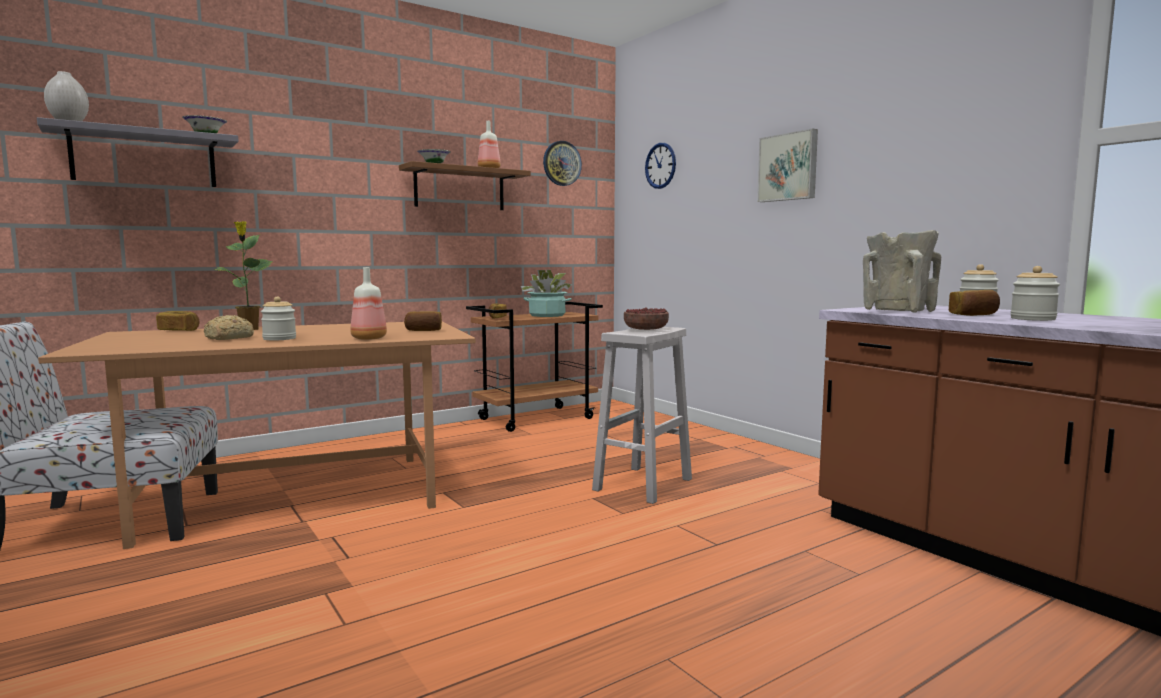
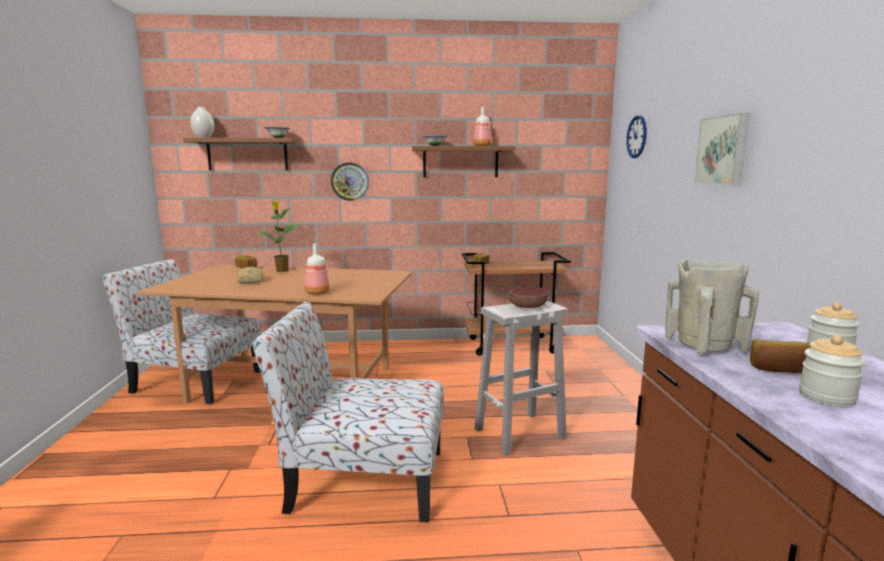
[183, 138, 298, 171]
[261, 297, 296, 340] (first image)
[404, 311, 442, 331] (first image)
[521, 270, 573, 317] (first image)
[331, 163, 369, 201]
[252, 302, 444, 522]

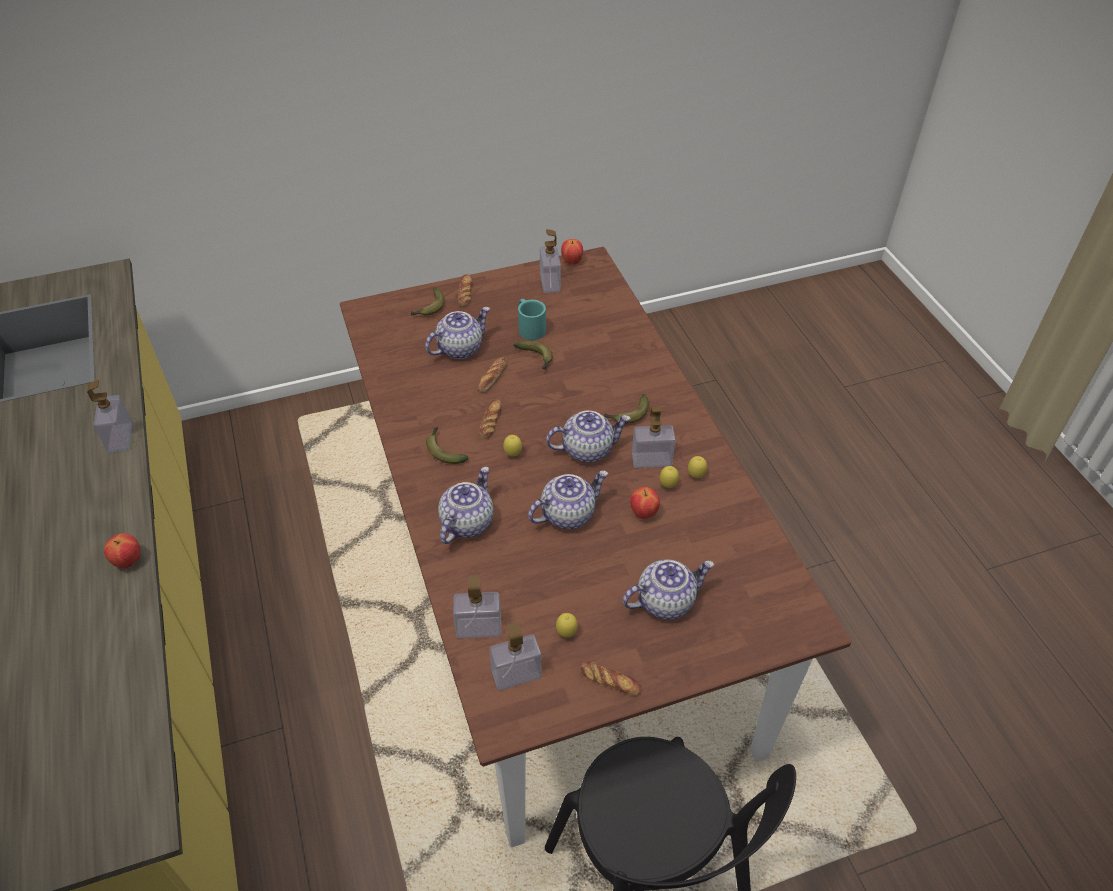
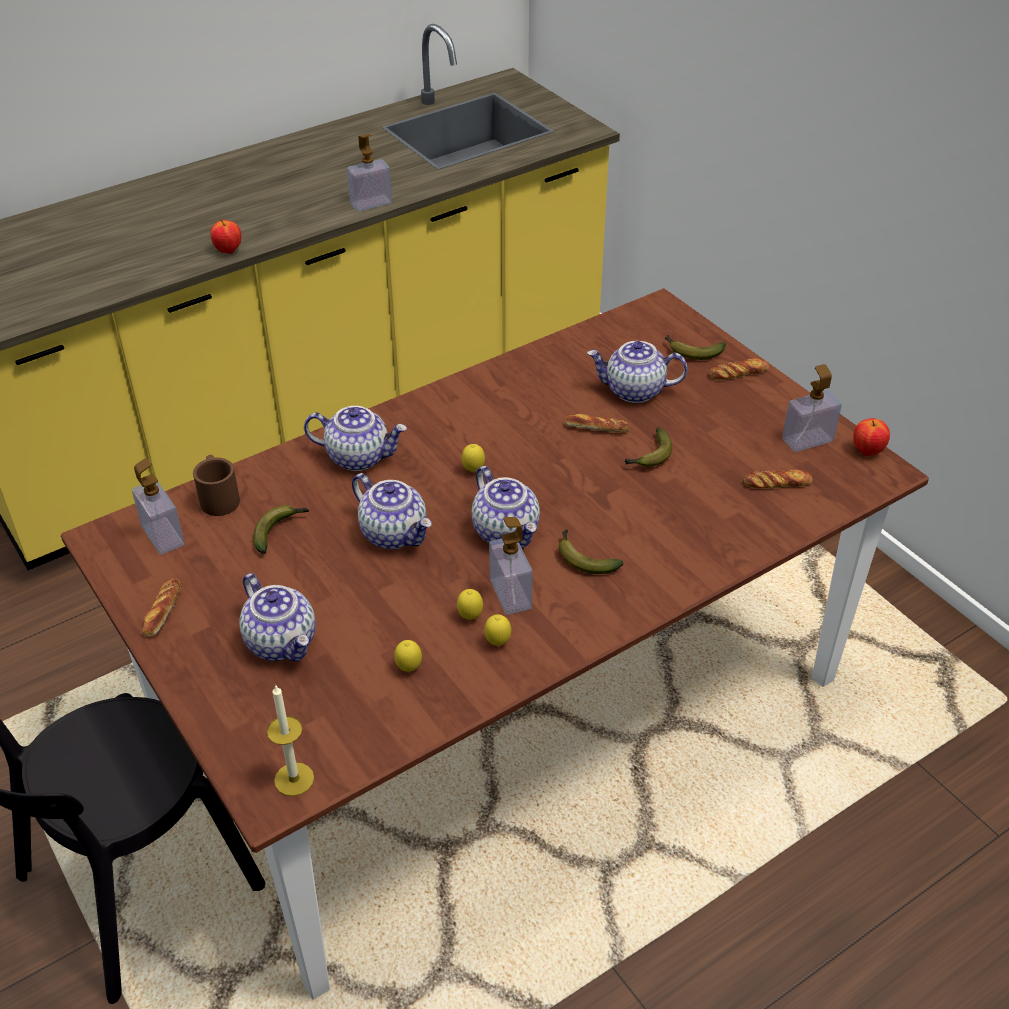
[587, 341, 688, 403]
[253, 505, 309, 554]
[193, 455, 240, 516]
[744, 469, 812, 489]
[518, 299, 546, 340] (first image)
[394, 640, 422, 672]
[630, 487, 660, 519] (first image)
[267, 686, 314, 796]

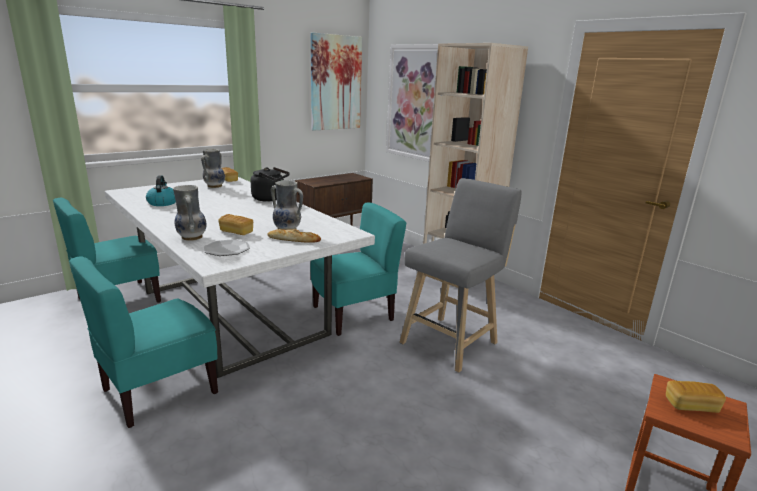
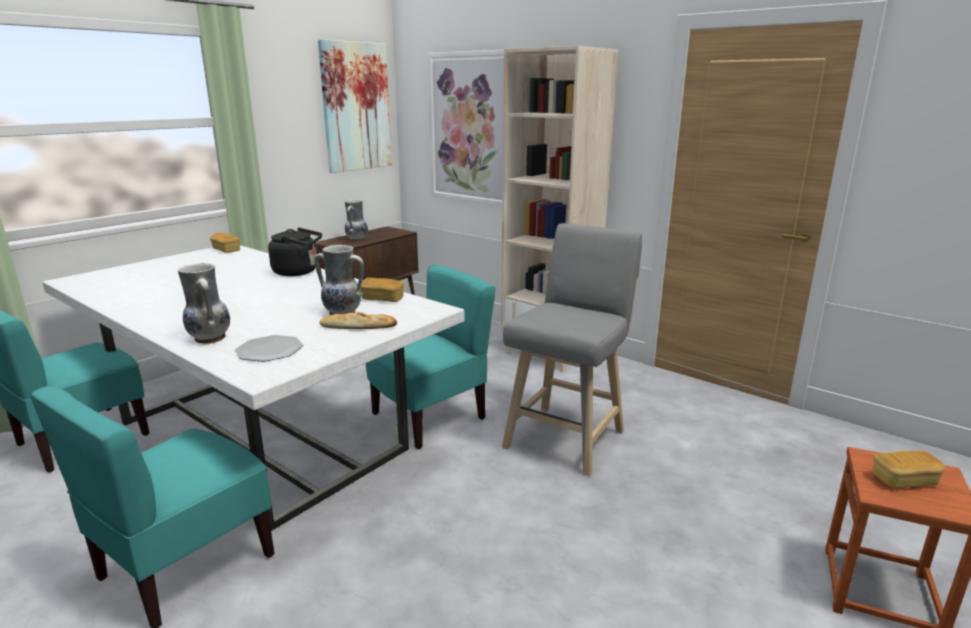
[146, 175, 176, 206] (first image)
[345, 199, 368, 242]
[360, 277, 404, 302]

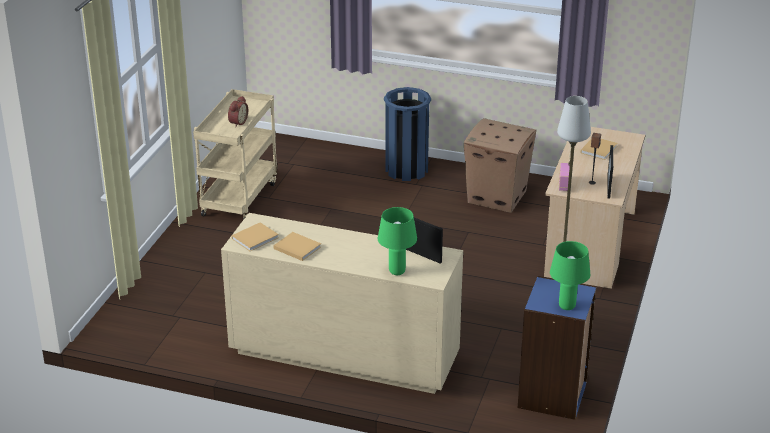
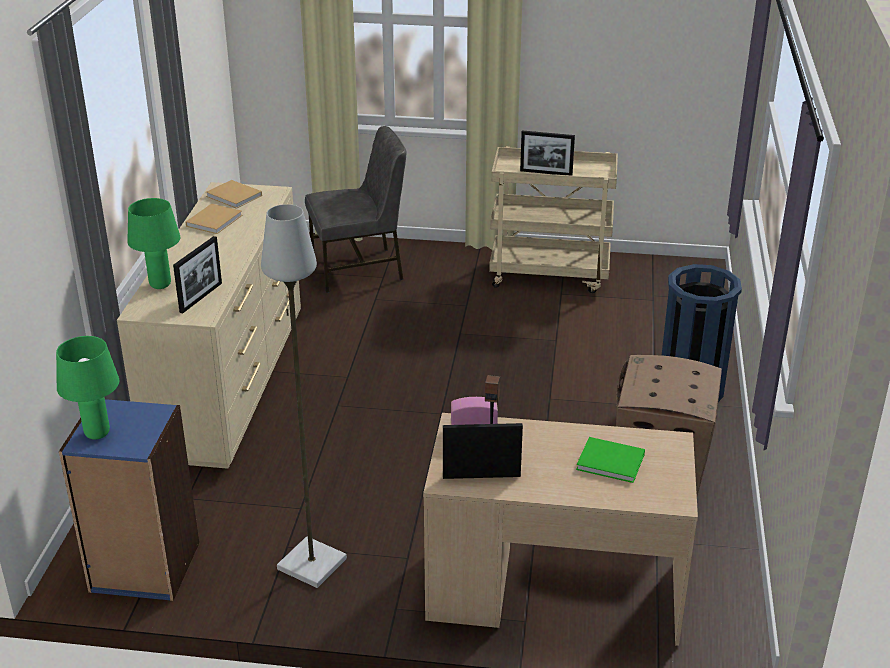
[520, 131, 575, 176]
[576, 437, 645, 483]
[305, 126, 406, 293]

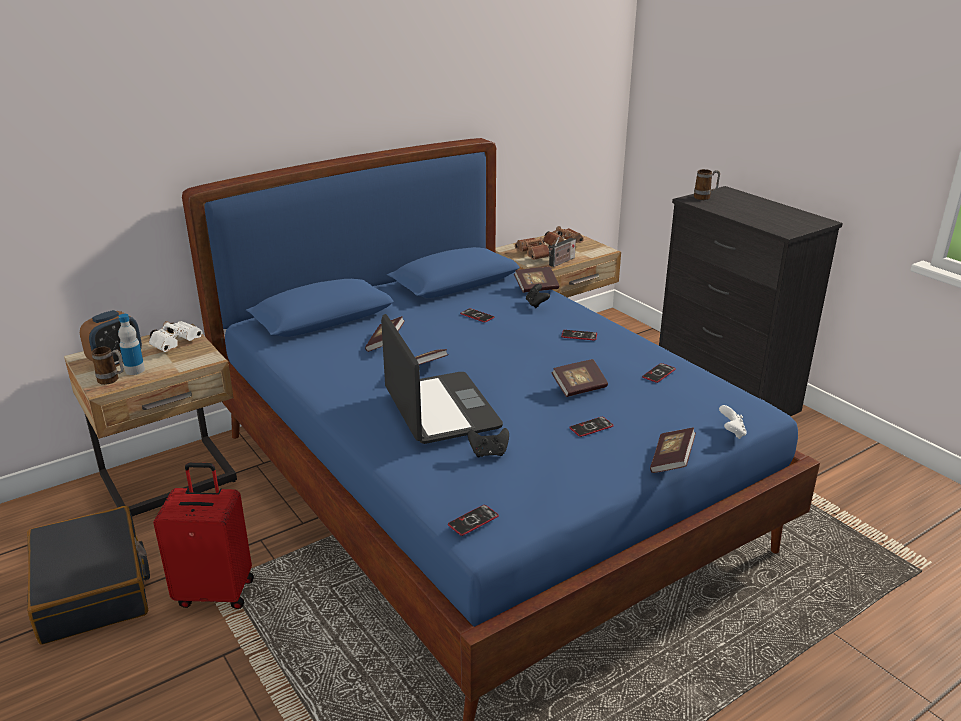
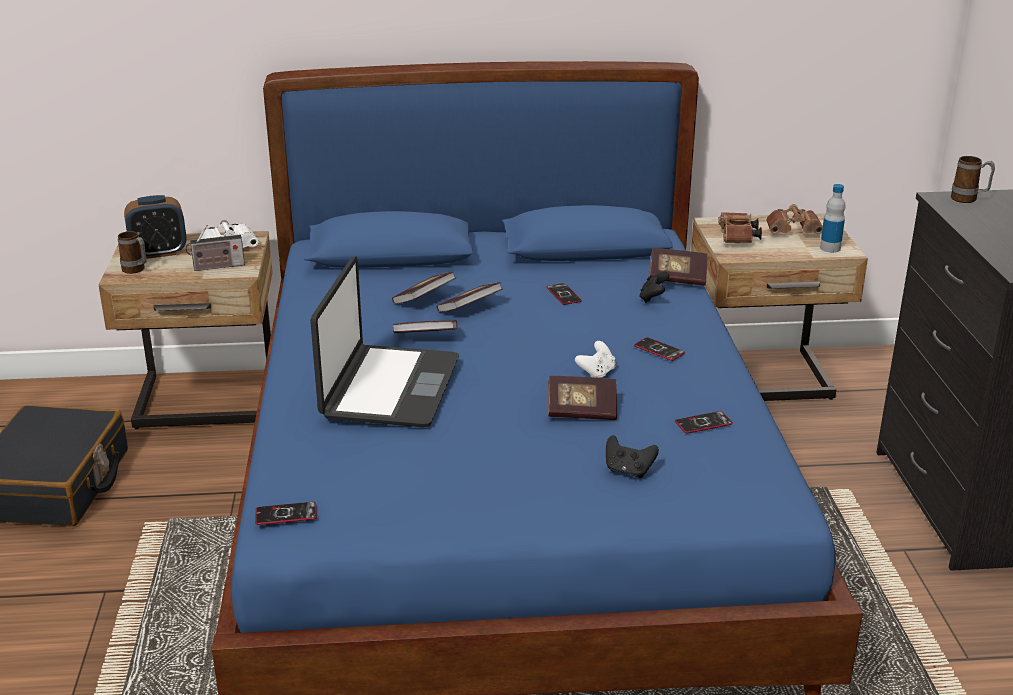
[820, 184, 845, 253]
[153, 463, 254, 609] (first image)
[606, 435, 659, 478]
[185, 225, 245, 271]
[569, 417, 614, 437] (first image)
[437, 282, 503, 312]
[575, 341, 615, 378]

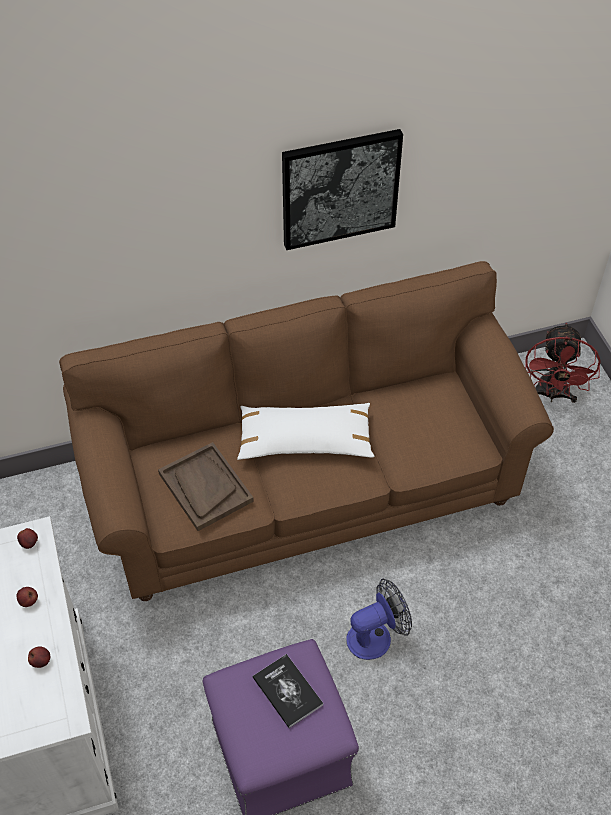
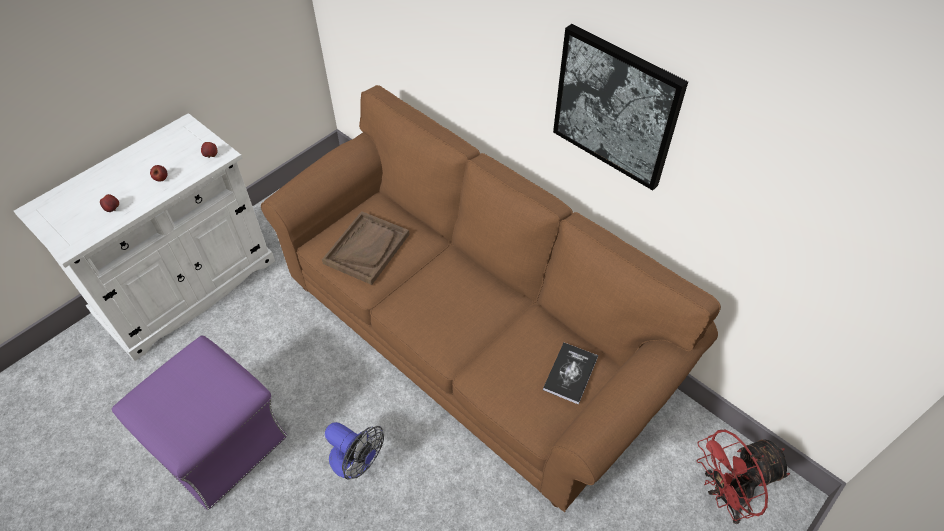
[237, 403, 375, 460] (first image)
[543, 343, 598, 405]

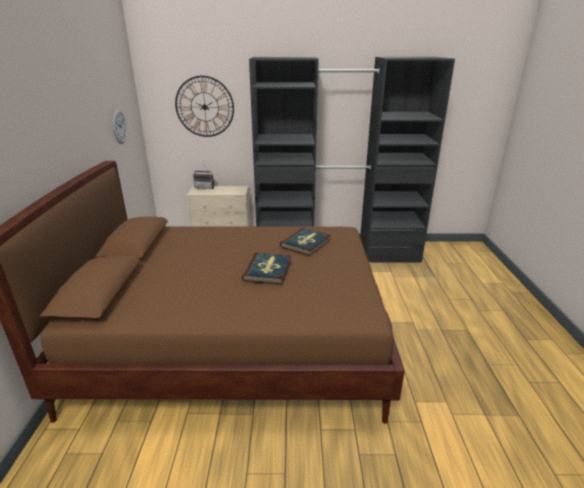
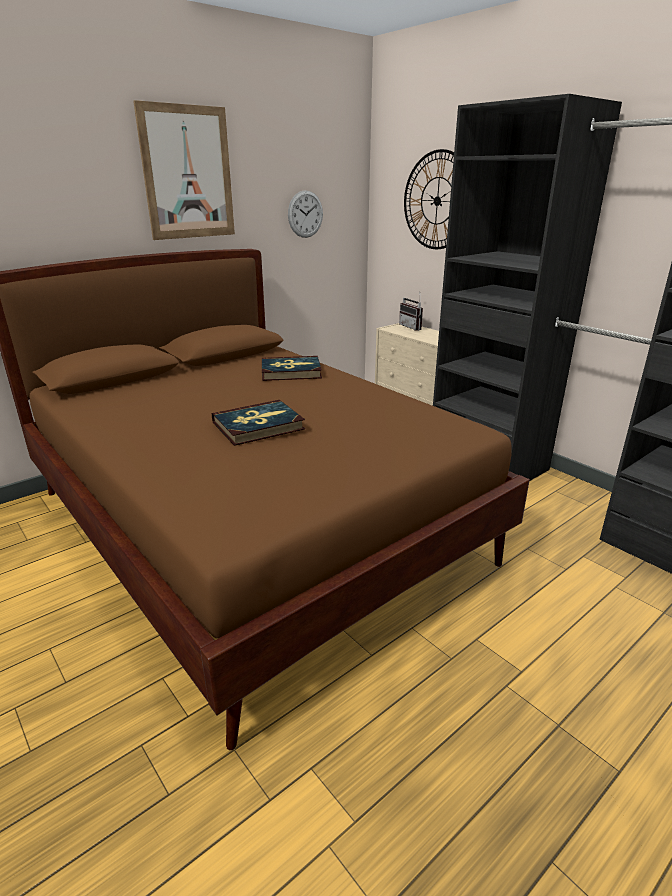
[262, 356, 322, 381]
[133, 100, 235, 240]

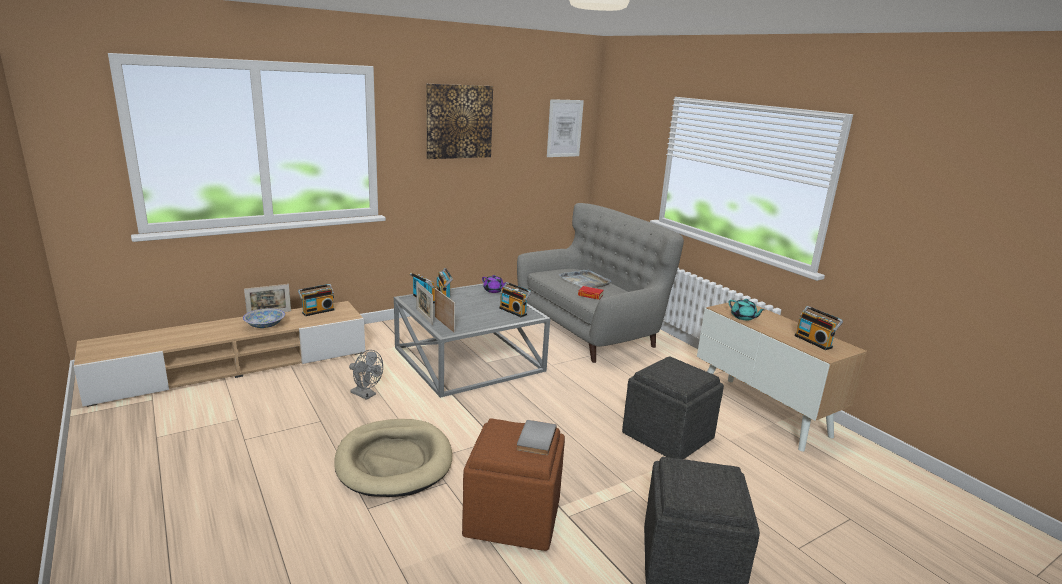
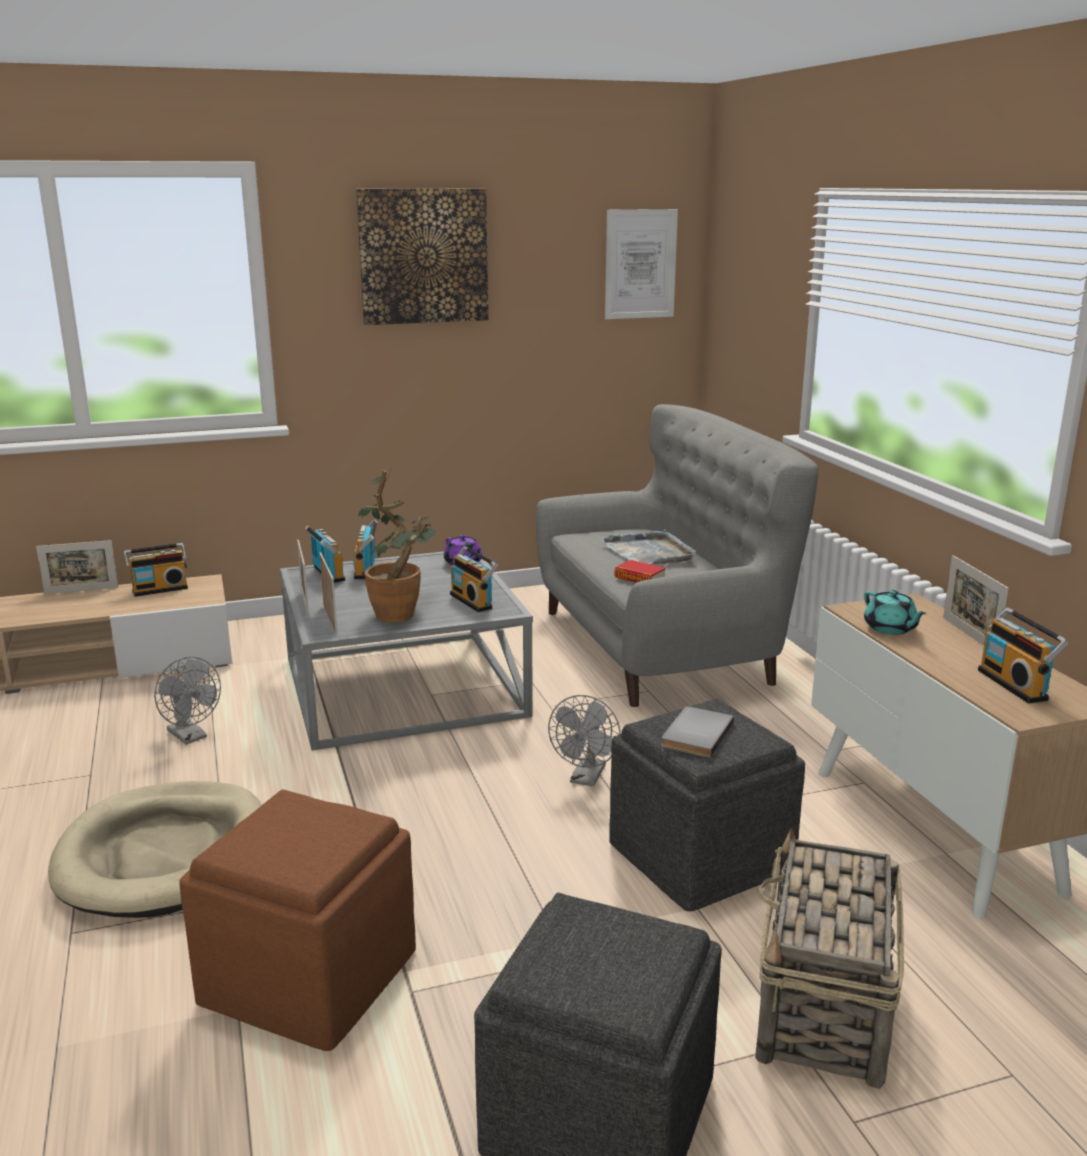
[243, 308, 285, 328] (first image)
[661, 706, 734, 758]
[358, 468, 436, 623]
[548, 695, 621, 787]
[755, 828, 904, 1089]
[943, 555, 1009, 646]

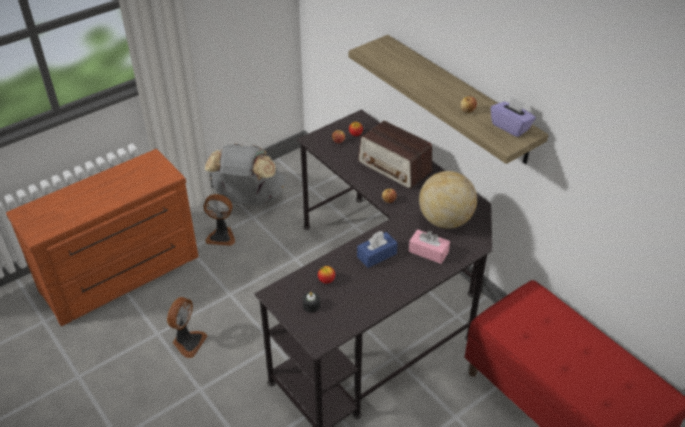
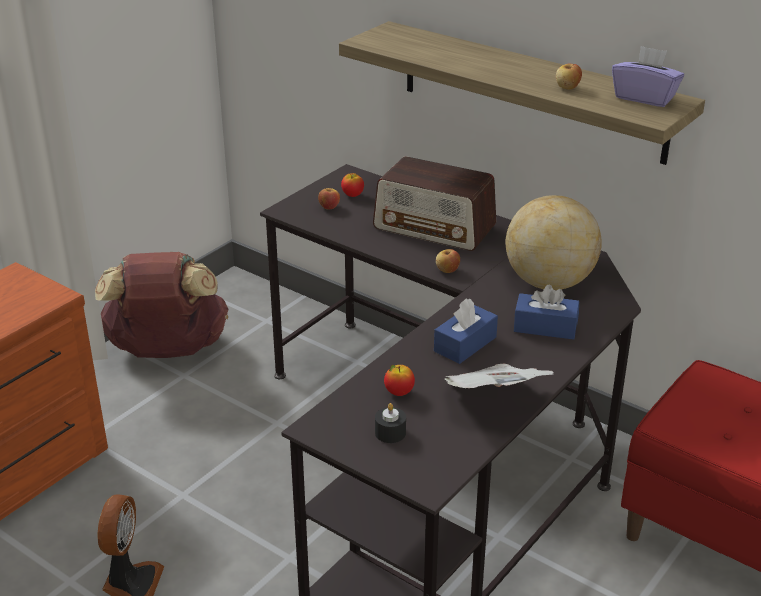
[203, 194, 235, 246] (first image)
[95, 252, 229, 358]
[514, 284, 579, 340]
[444, 364, 554, 388]

